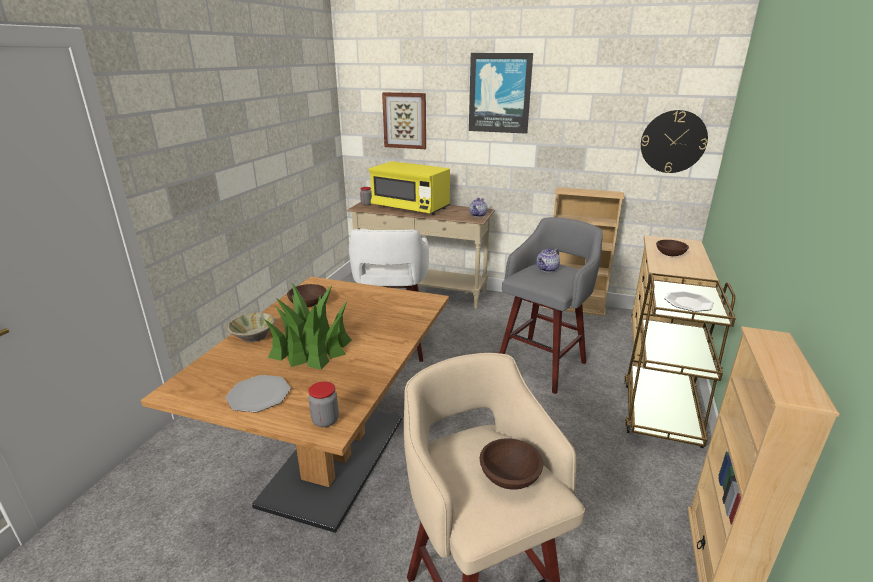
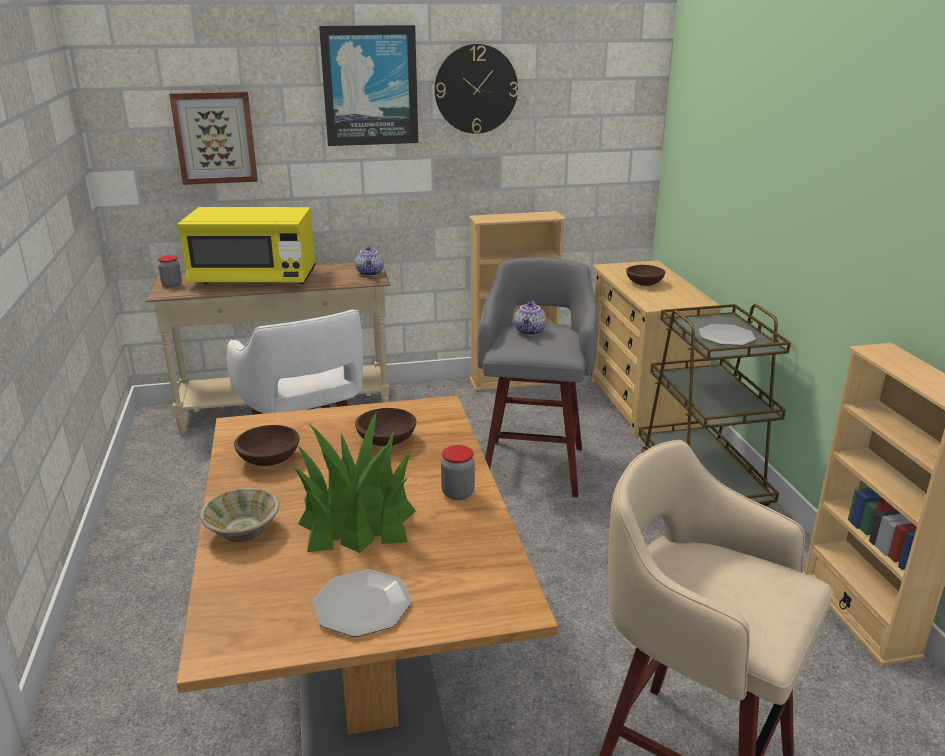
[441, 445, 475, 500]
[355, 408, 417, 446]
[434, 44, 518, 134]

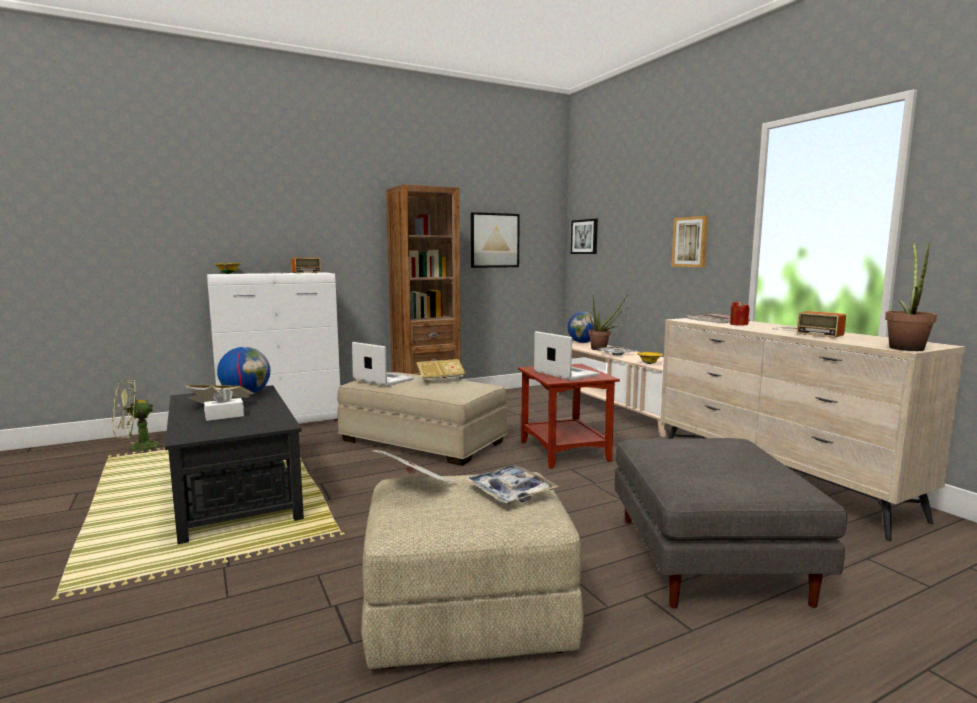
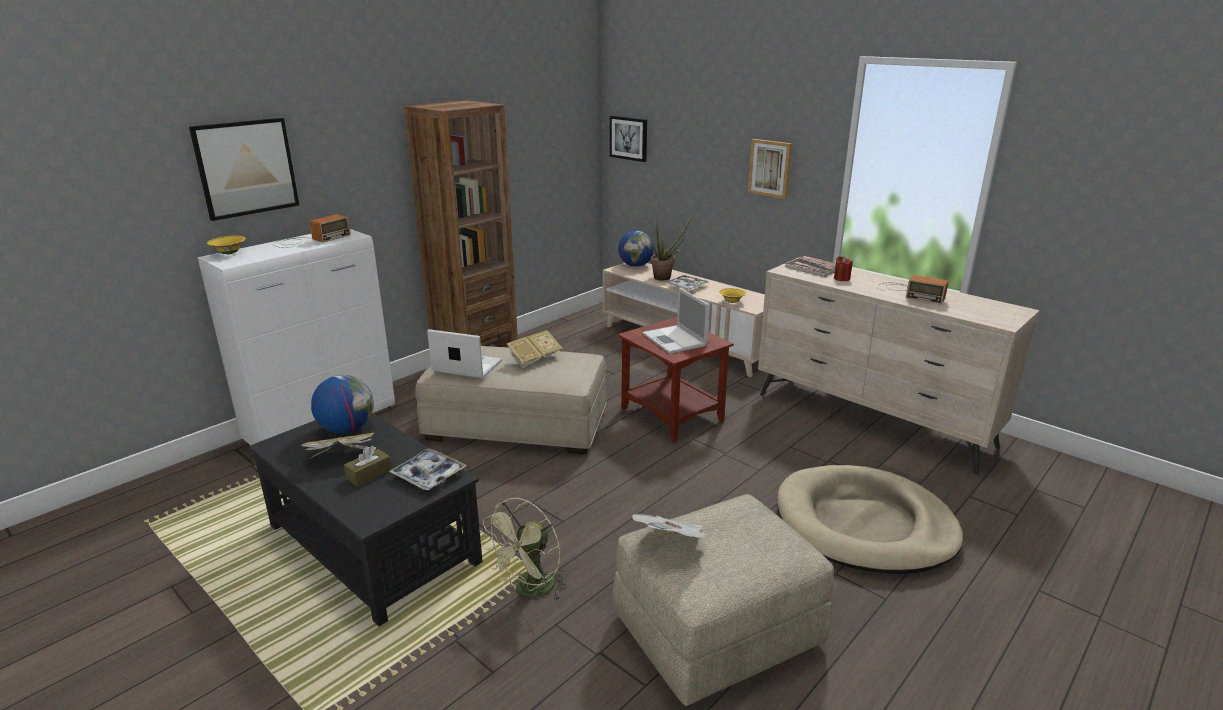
[481, 498, 567, 601]
[344, 446, 392, 487]
[389, 449, 467, 490]
[189, 118, 299, 221]
[642, 288, 710, 354]
[777, 465, 963, 574]
[885, 241, 937, 351] (first image)

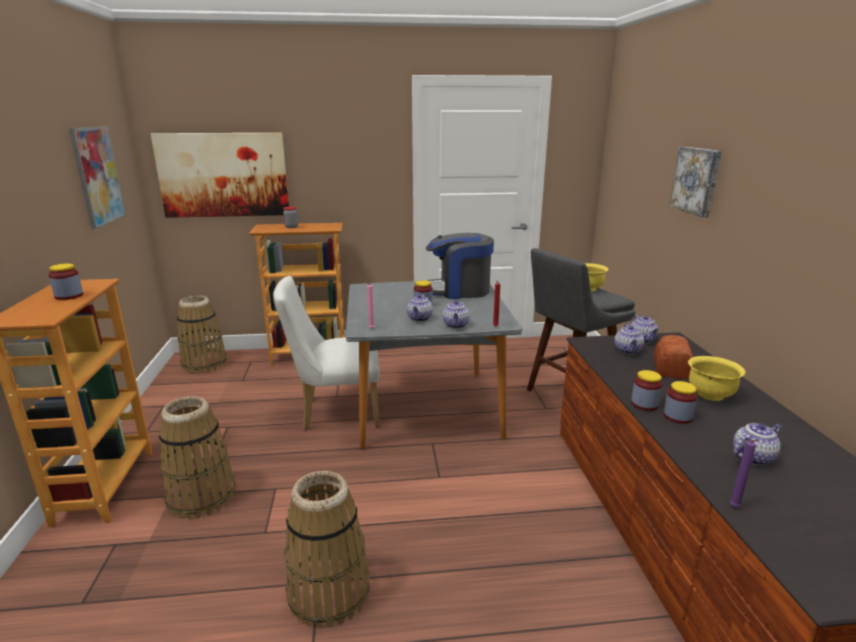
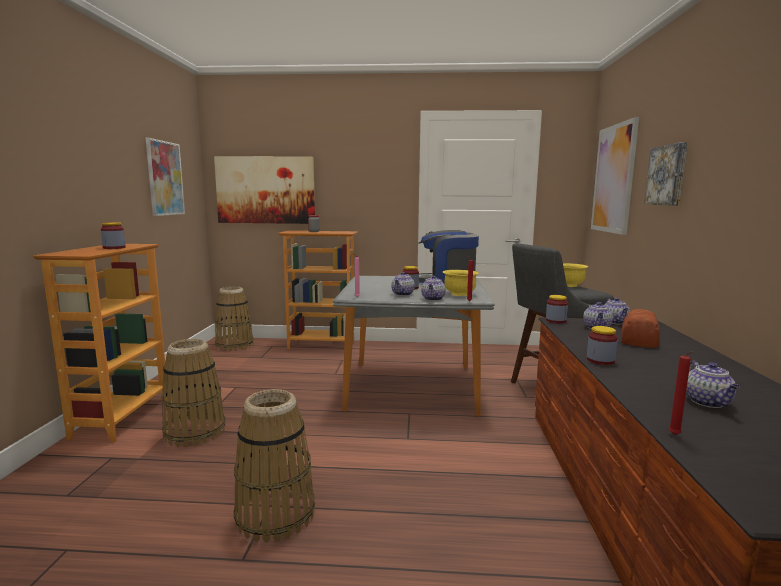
[273, 276, 380, 430] (first image)
[546, 295, 568, 323]
[443, 270, 479, 296]
[669, 351, 693, 435]
[686, 361, 740, 408]
[591, 117, 639, 235]

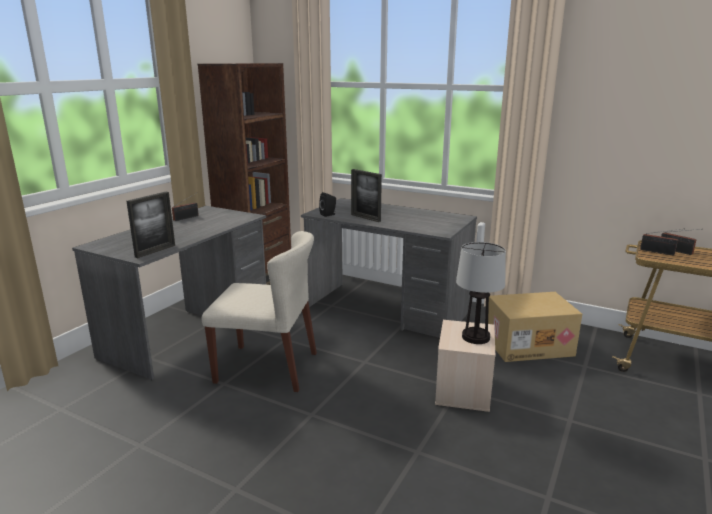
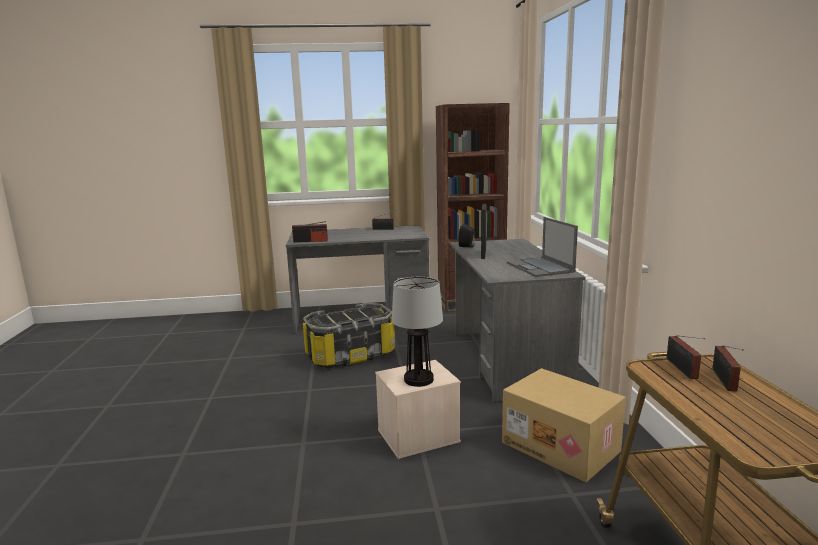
[292, 221, 328, 243]
[303, 303, 395, 368]
[507, 217, 578, 277]

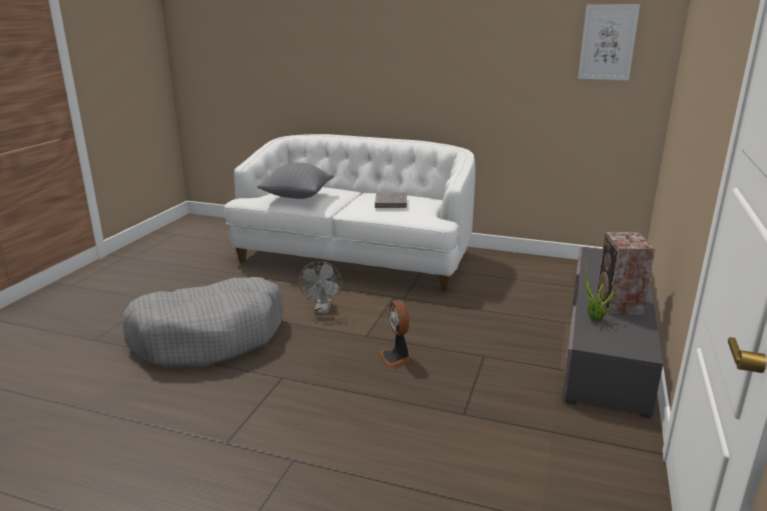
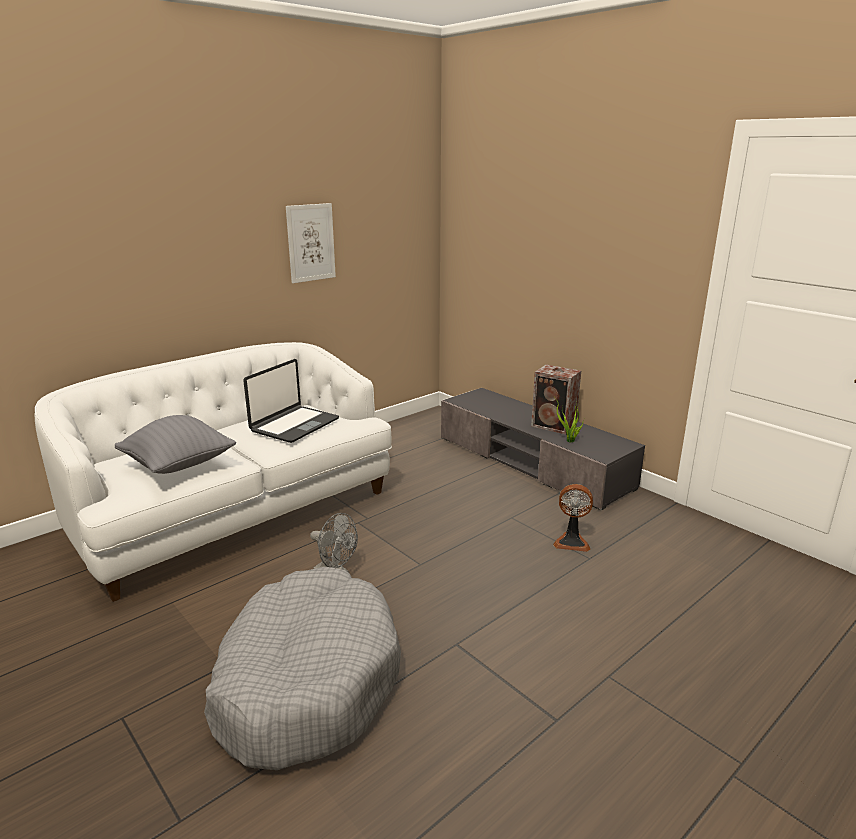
[243, 359, 339, 443]
[553, 484, 593, 552]
[286, 203, 336, 283]

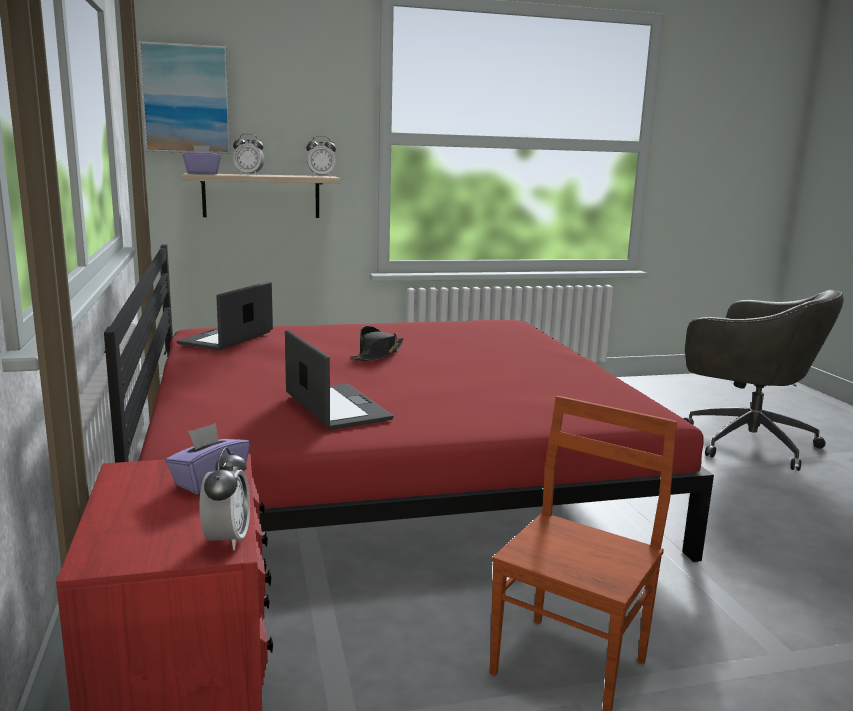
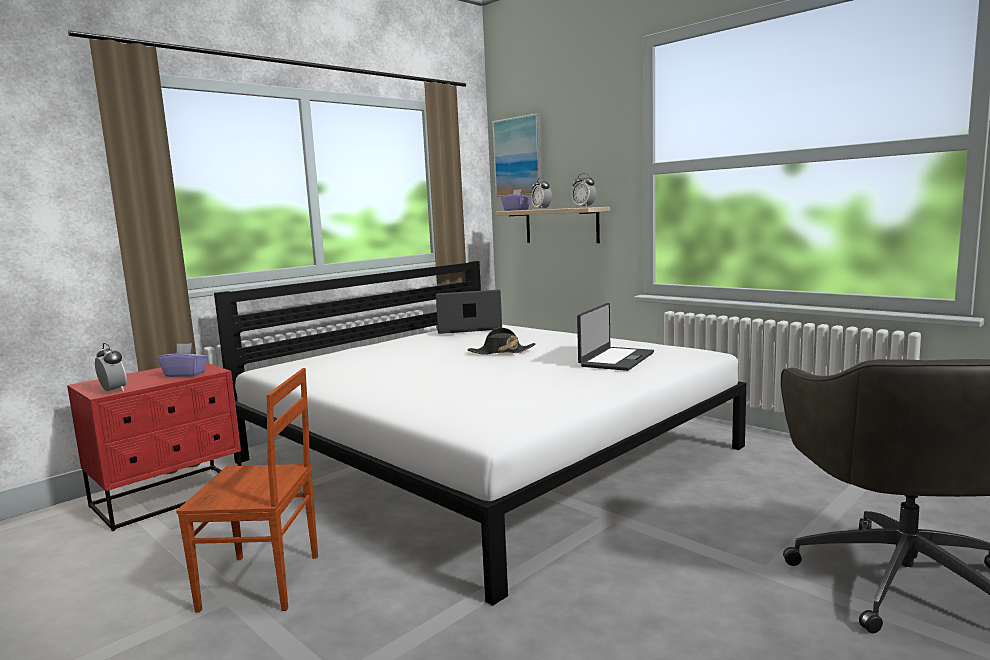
[214, 261, 746, 606]
[95, 343, 127, 392]
[577, 303, 654, 371]

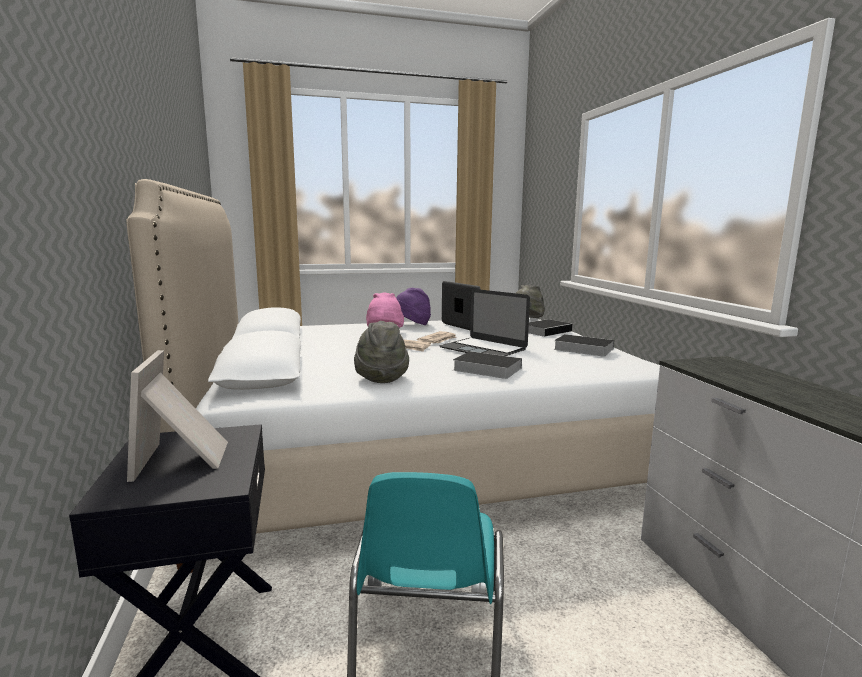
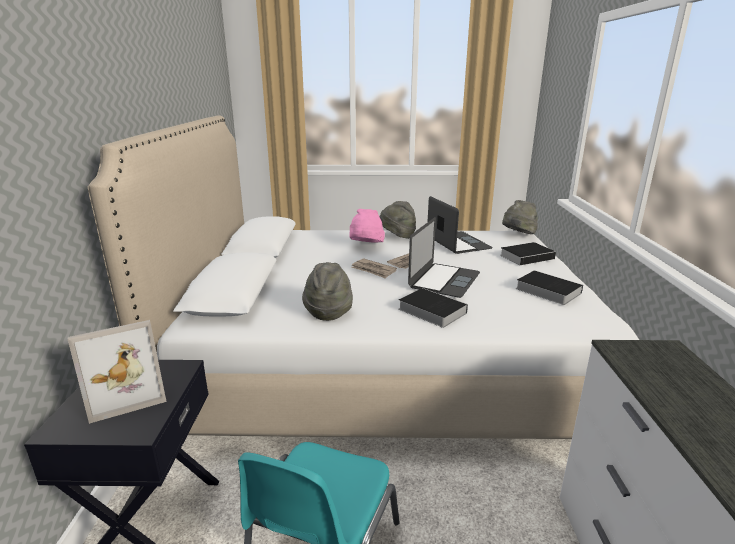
[67, 320, 167, 424]
[379, 201, 416, 239]
[408, 217, 480, 298]

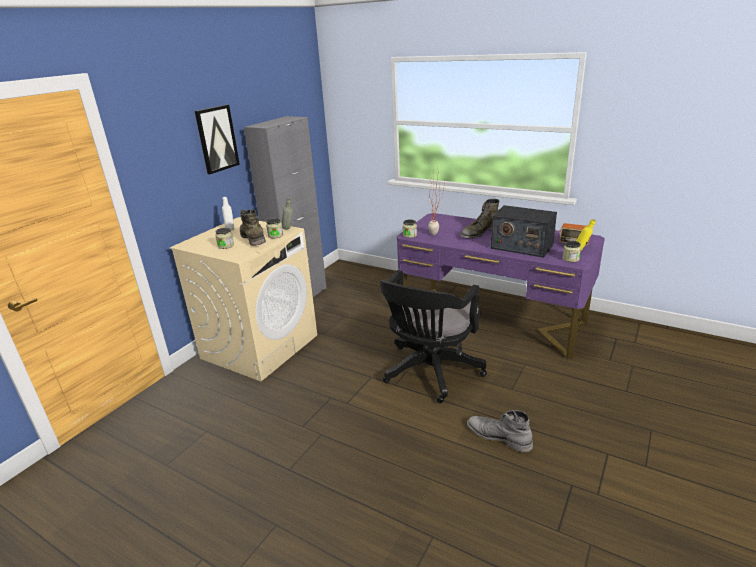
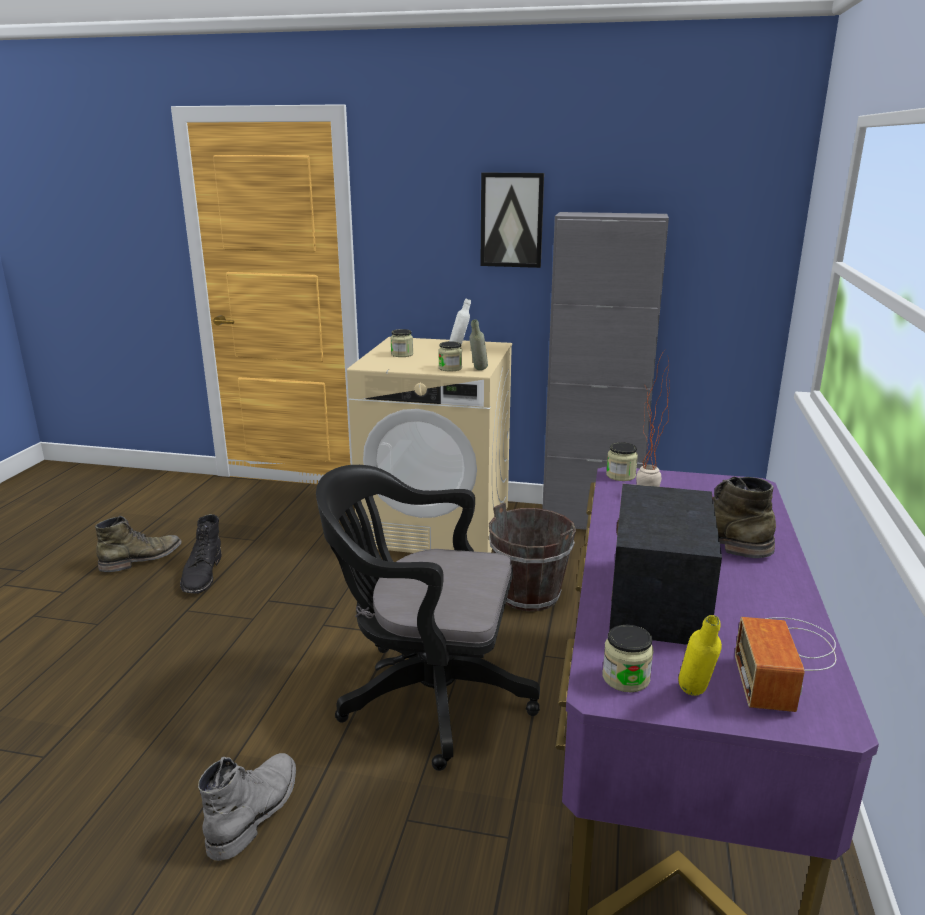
[95, 516, 182, 572]
[180, 514, 221, 594]
[489, 502, 576, 611]

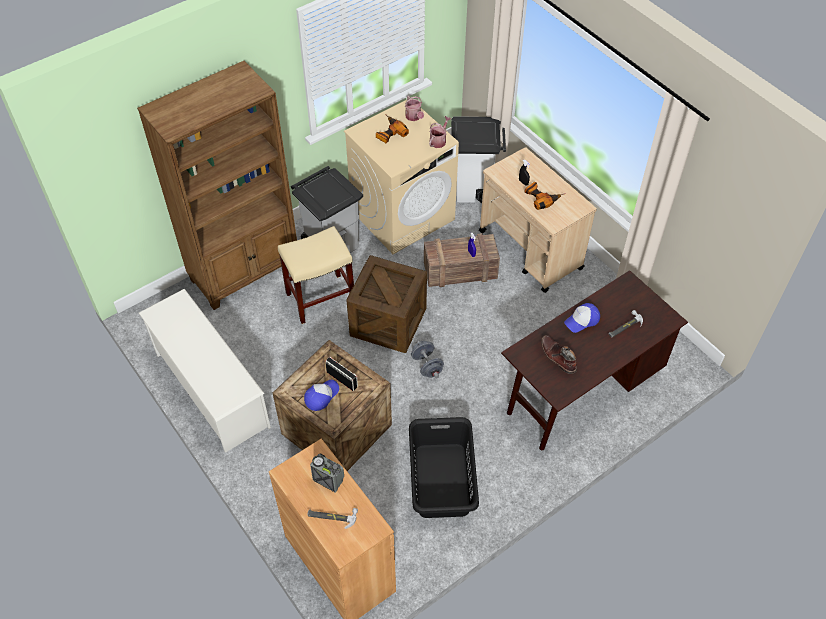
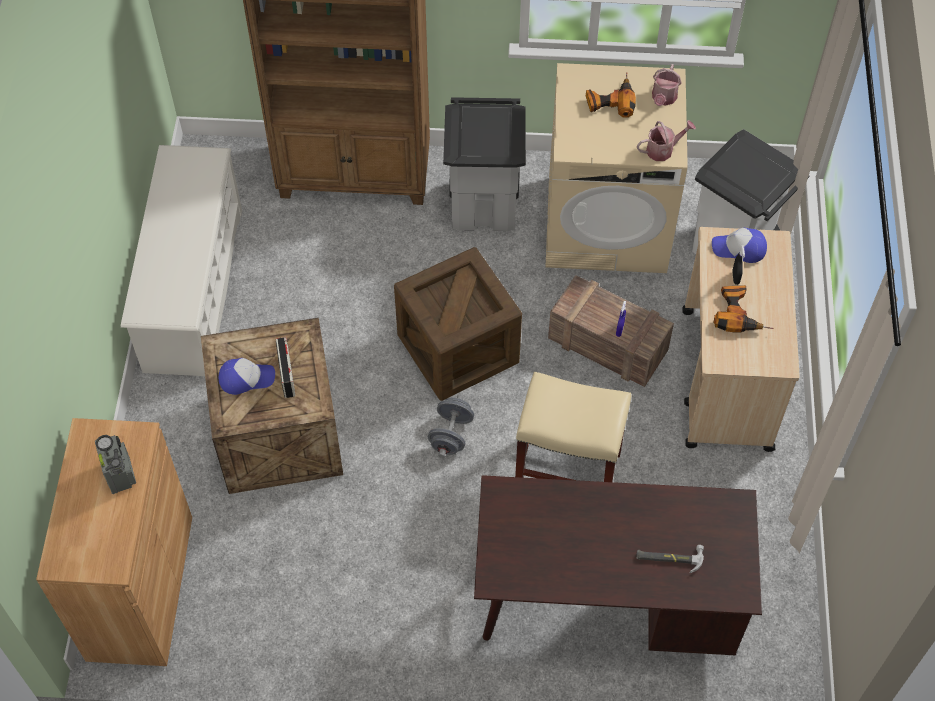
[515, 372, 631, 482]
[307, 508, 358, 529] (first image)
[409, 417, 479, 518] (first image)
[541, 335, 577, 374] (first image)
[712, 228, 767, 263]

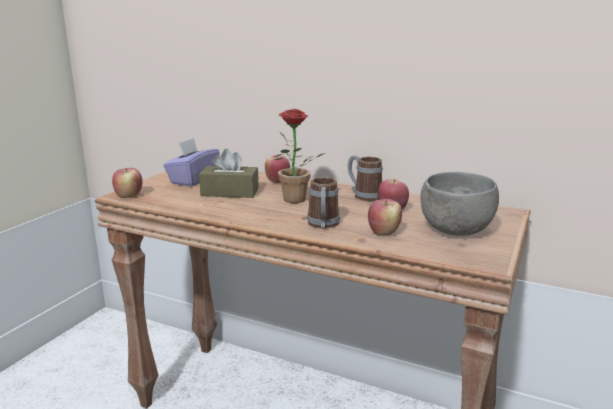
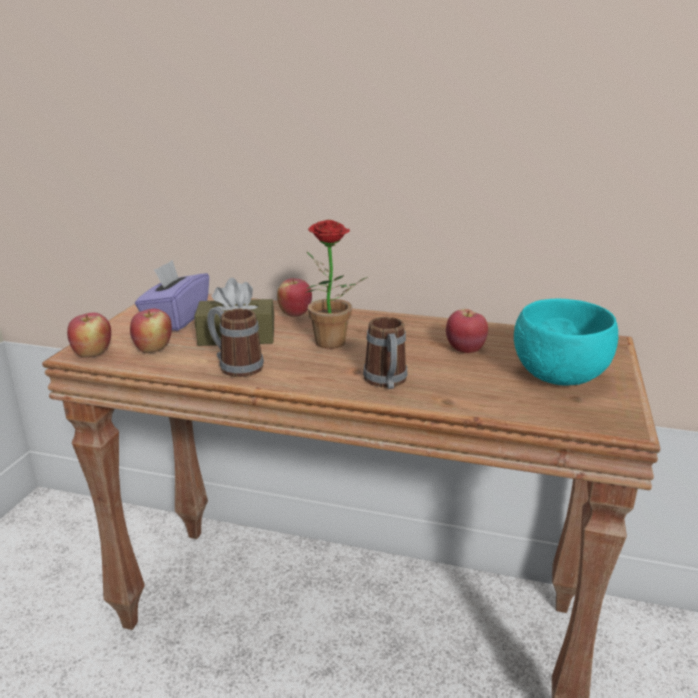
[207, 307, 264, 377]
[130, 308, 172, 353]
[514, 298, 618, 385]

